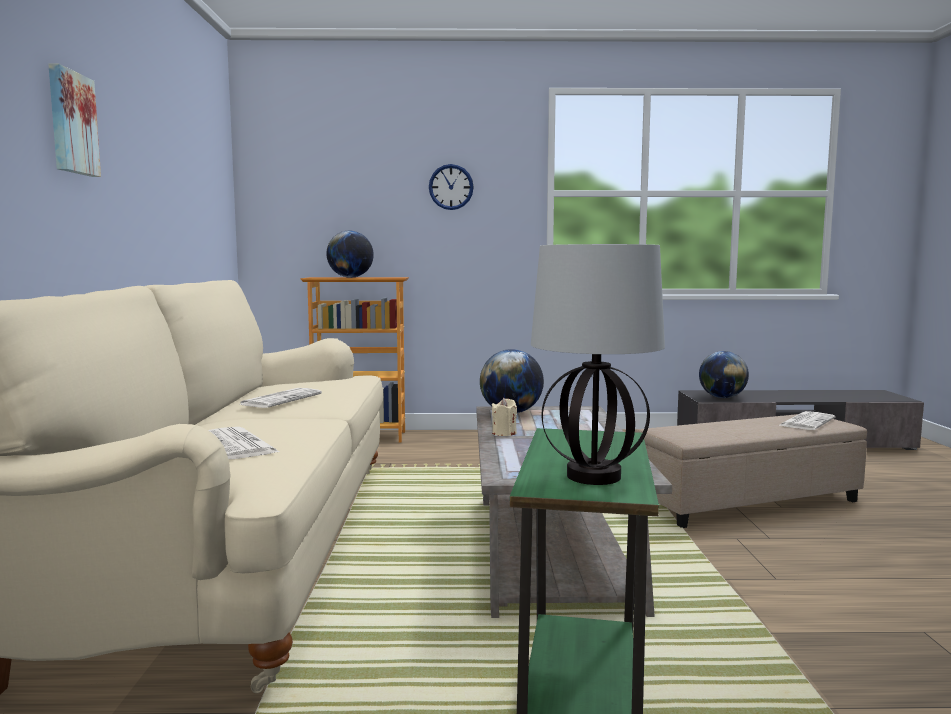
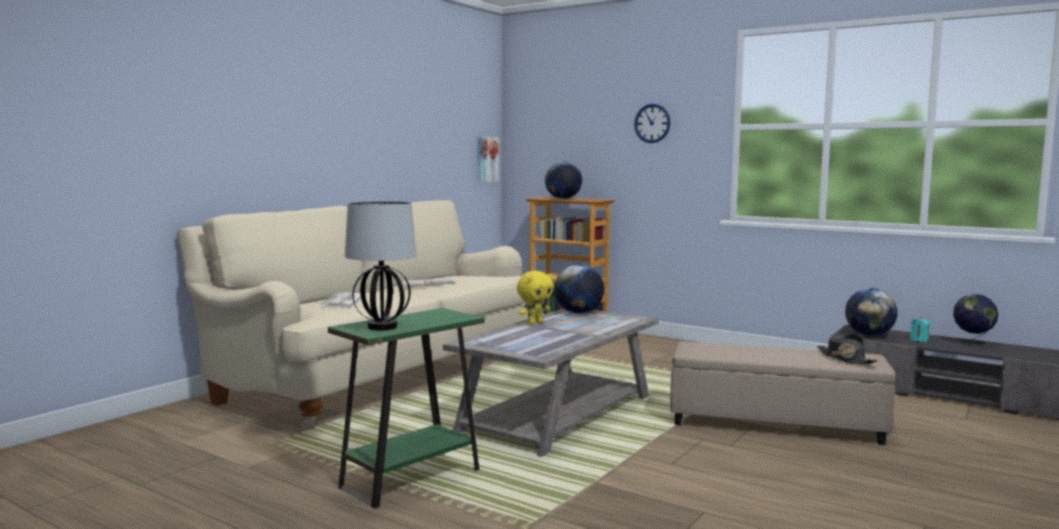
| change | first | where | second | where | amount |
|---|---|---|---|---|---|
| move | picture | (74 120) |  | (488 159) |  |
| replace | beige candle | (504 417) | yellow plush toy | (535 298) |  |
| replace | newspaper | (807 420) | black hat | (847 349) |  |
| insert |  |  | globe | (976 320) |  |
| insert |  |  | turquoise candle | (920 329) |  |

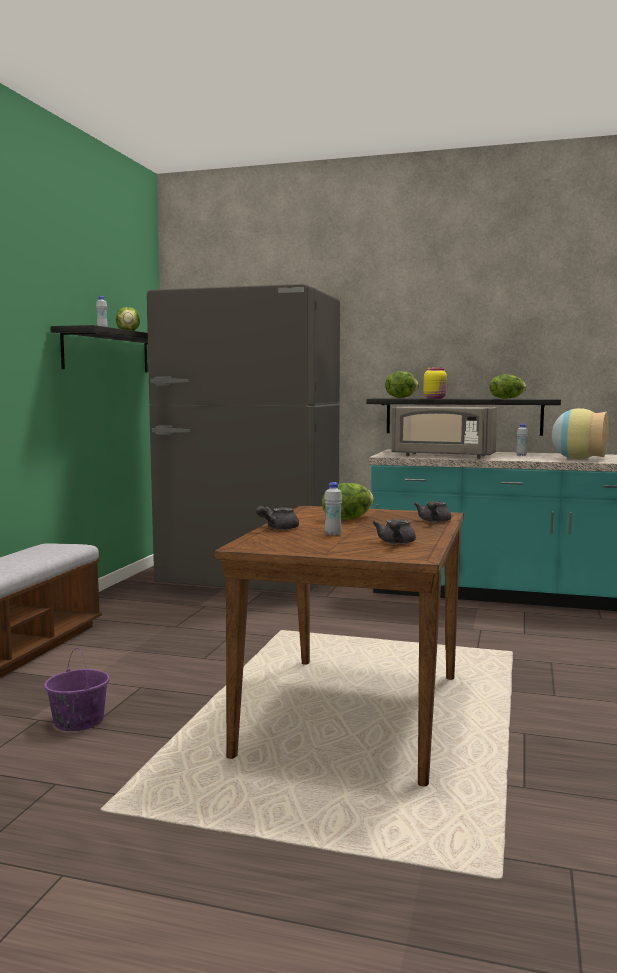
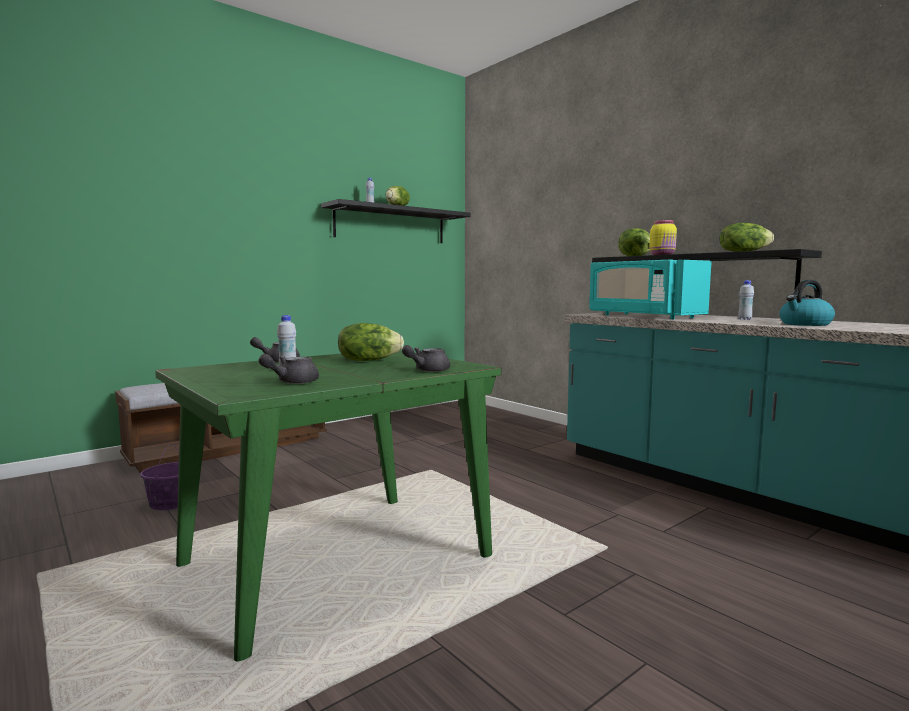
| change | first | where | second | where | amount |
|---|---|---|---|---|---|
| delete | grey fridge | (243 438) |  |  |  |
| recolor | grey microwave | (444 432) | turquoise microwave | (650 289) |  |
| replace | vase | (580 433) | kettle | (807 303) |  |
| recolor | brown dining table | (339 646) | green dining table | (328 506) |  |

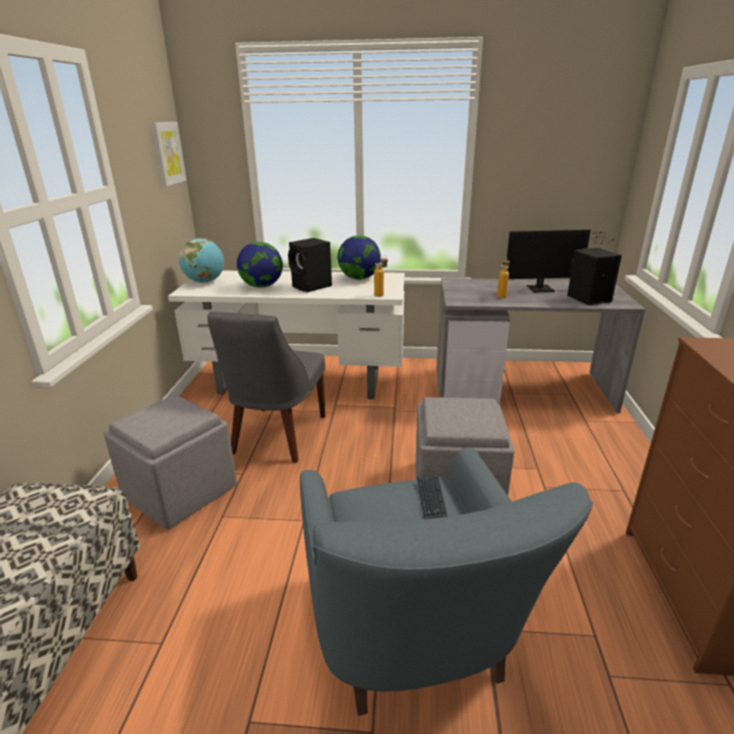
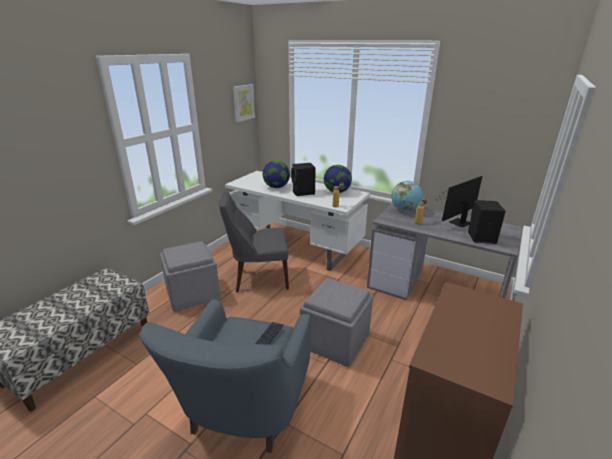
| change | first | where | second | where | amount |
|---|---|---|---|---|---|
| rotate | monitor | (558 261) |  | (459 202) | 120 degrees clockwise |
| move | globe | (201 260) |  | (407 196) |  |
| rotate | grey chair | (266 387) |  | (254 241) | 45 degrees clockwise |

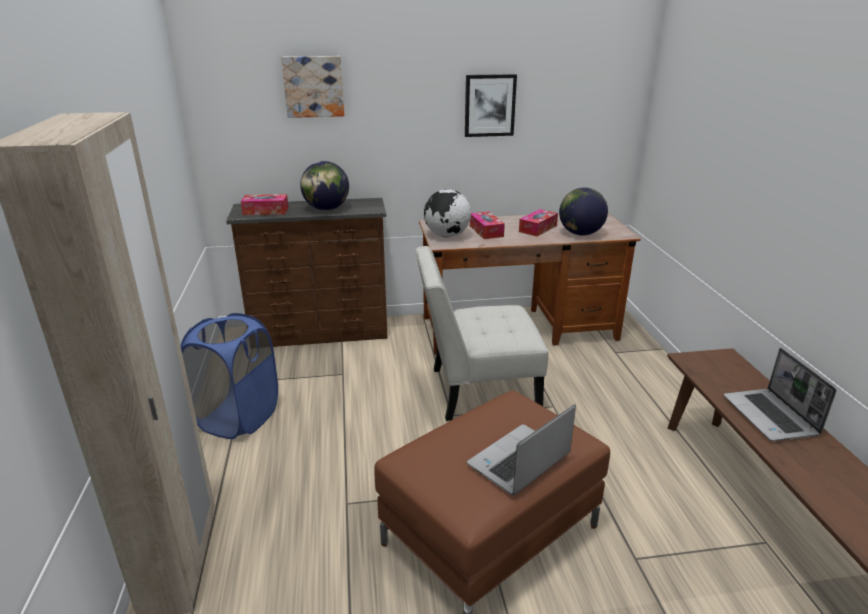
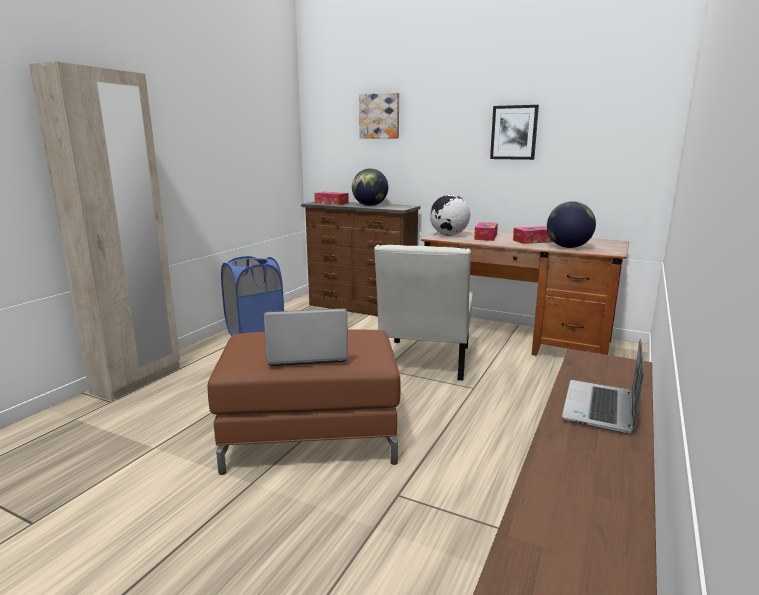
| change | first | where | second | where | amount |
|---|---|---|---|---|---|
| rotate | white chair | (482 333) |  | (423 312) | 105 degrees counterclockwise |

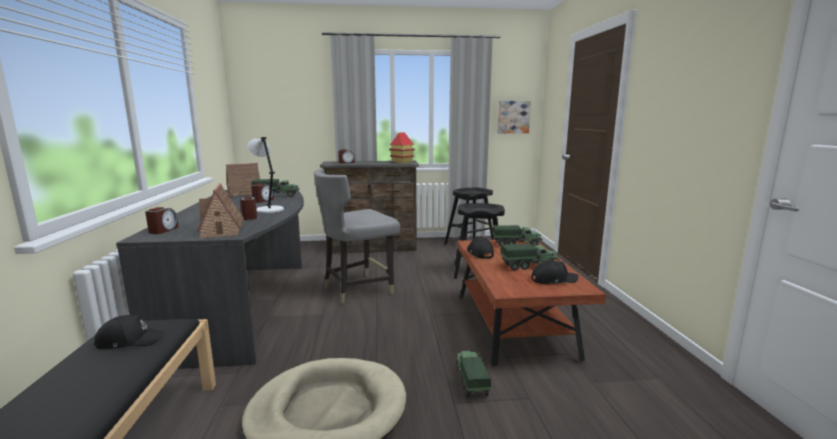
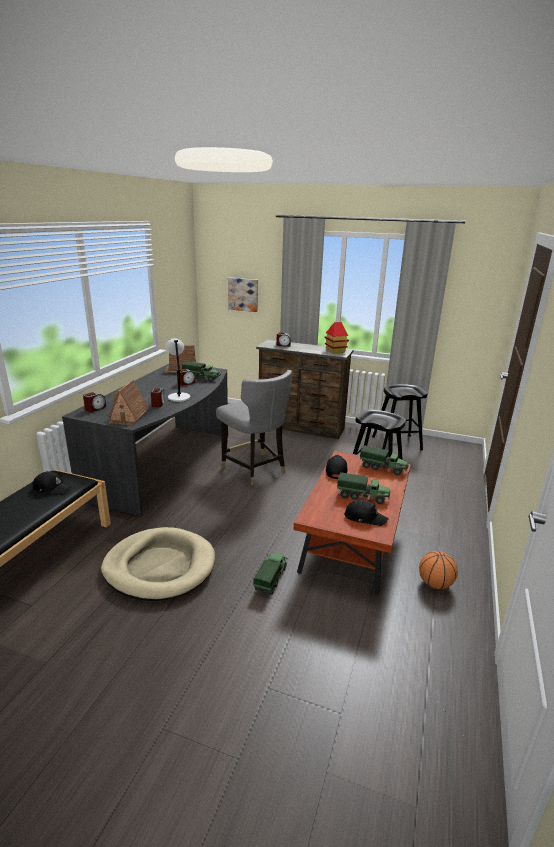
| change | first | where | second | where | amount |
|---|---|---|---|---|---|
| move | picture | (514 117) |  | (243 295) |  |
| rotate | grey chair | (357 236) |  | (254 427) | 120 degrees counterclockwise |
| insert |  |  | basketball | (438 570) |  |

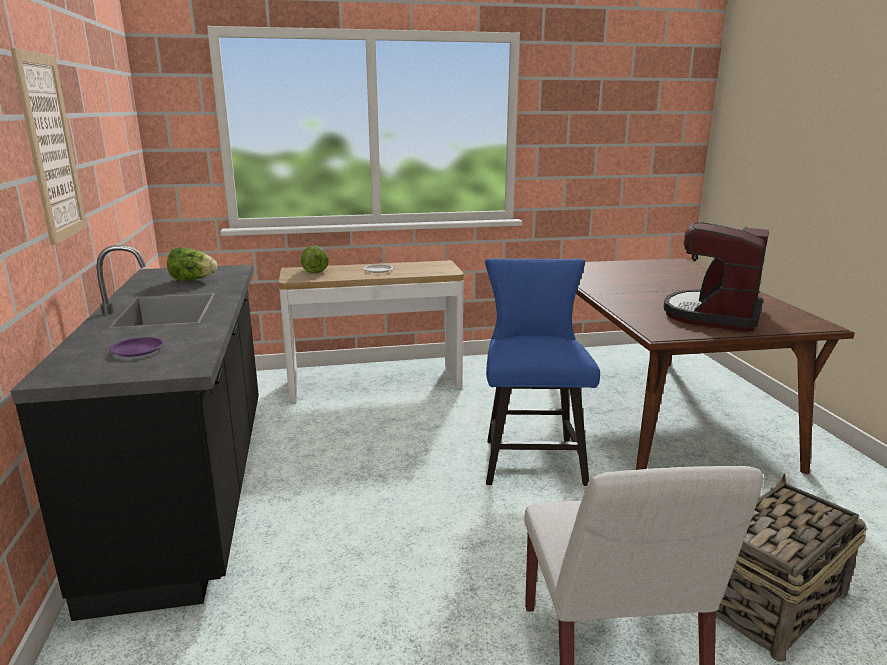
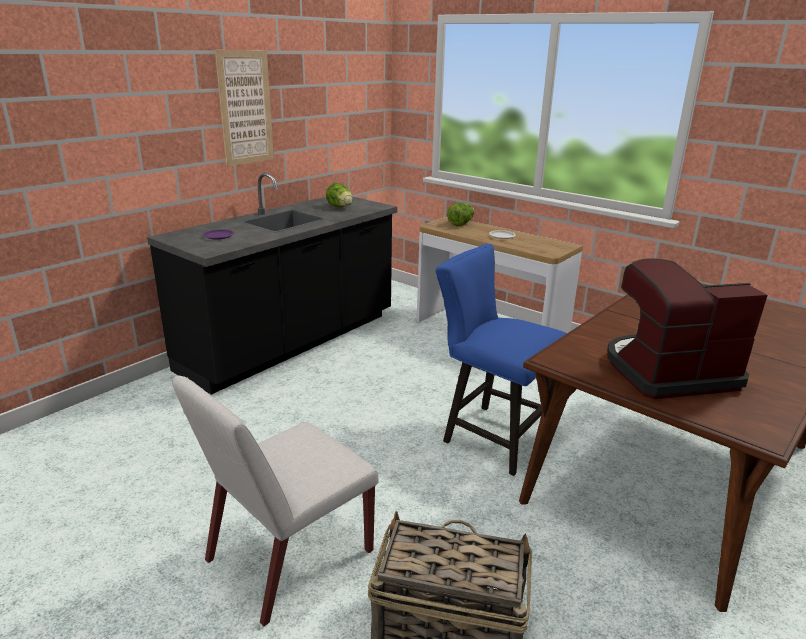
| change | first | where | second | where | amount |
|---|---|---|---|---|---|
| rotate | blue chair | (542 372) |  | (501 360) | 105 degrees counterclockwise |

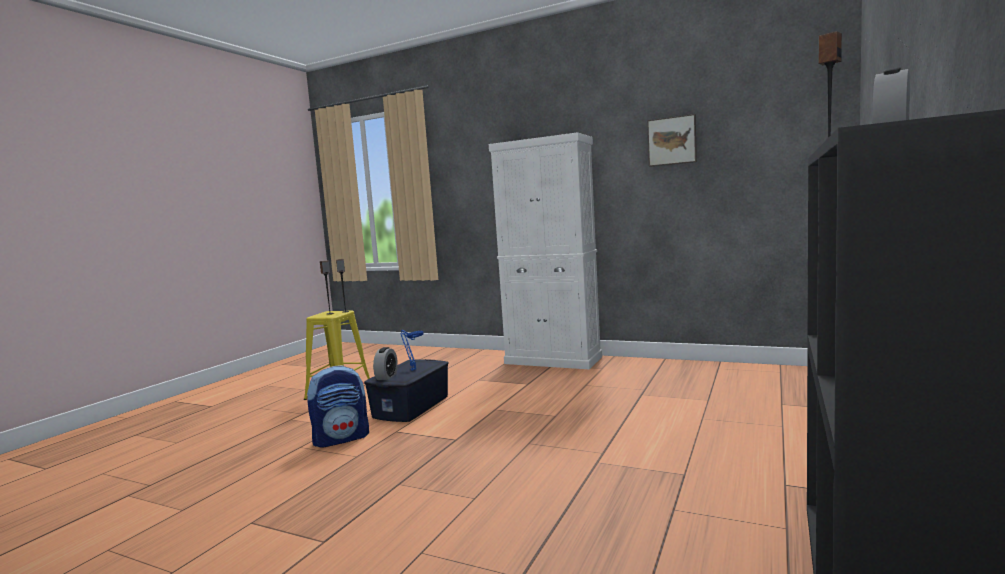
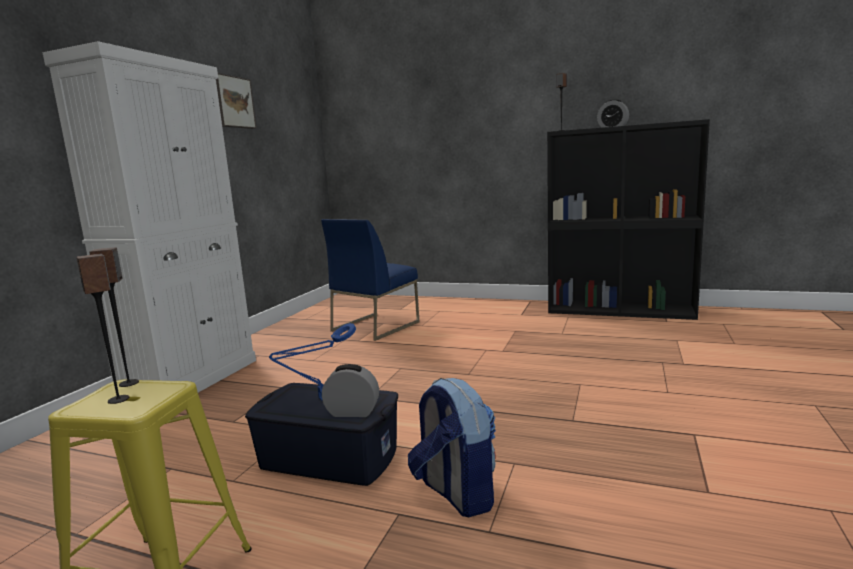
| change | first | where | second | where | amount |
|---|---|---|---|---|---|
| insert |  |  | blue chair | (370 280) |  |

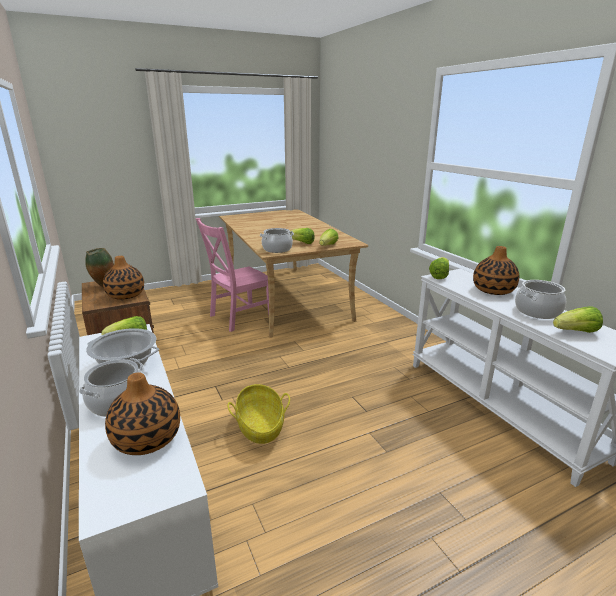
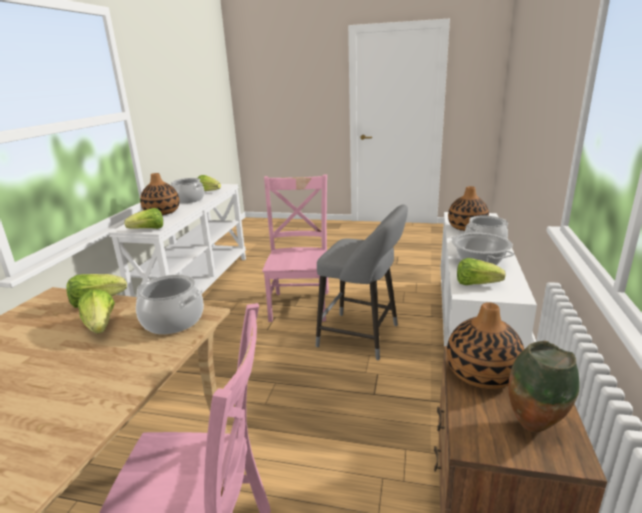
| change | first | where | second | where | amount |
|---|---|---|---|---|---|
| replace | basket | (259 414) | grey stool | (362 282) |  |
| insert |  |  | pink chair | (295 248) |  |

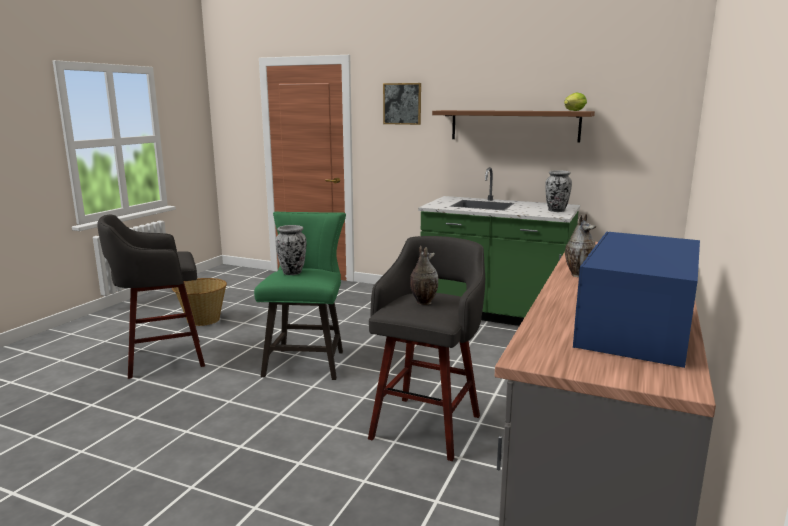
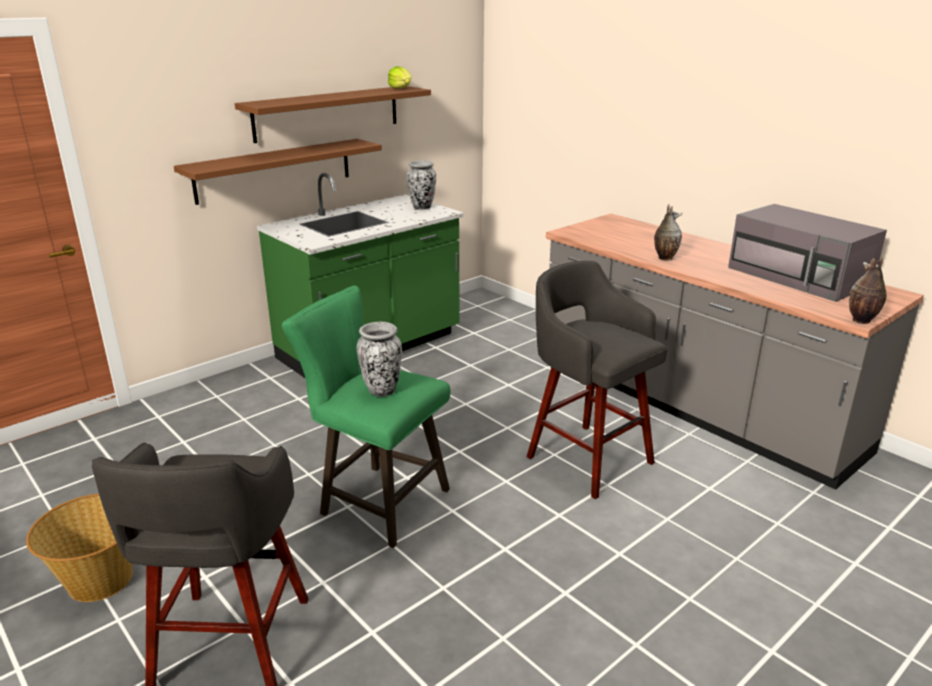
| change | first | where | second | where | amount |
|---|---|---|---|---|---|
| delete | picture | (402 104) |  |  |  |
| recolor | blue microwave | (636 300) | grey microwave | (807 253) |  |
| move | vase | (424 275) |  | (868 290) |  |
| insert |  |  | brown shelf | (278 172) |  |

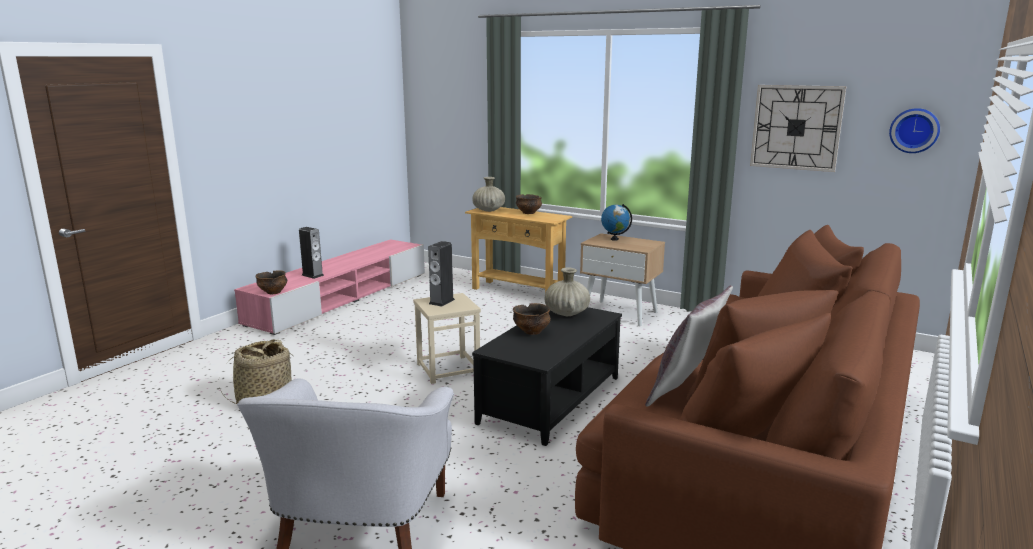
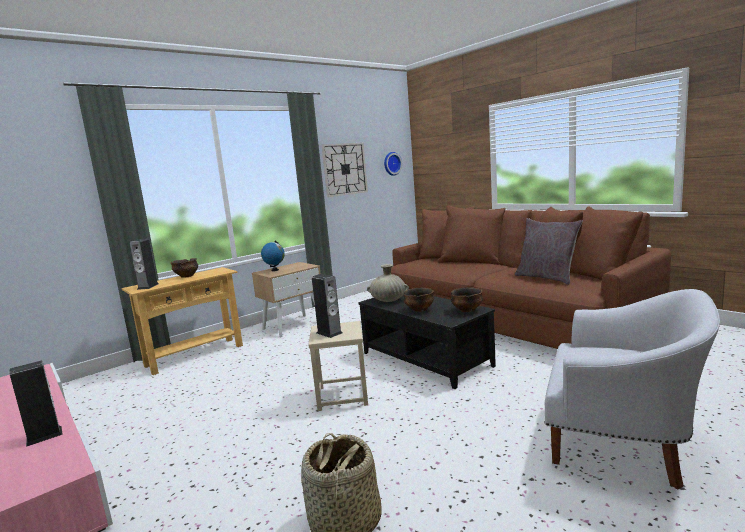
| change | first | where | second | where | amount |
|---|---|---|---|---|---|
| replace | beige vase | (488 194) | speaker | (144 264) |  |
| move | bowl | (271 282) |  | (467 299) |  |

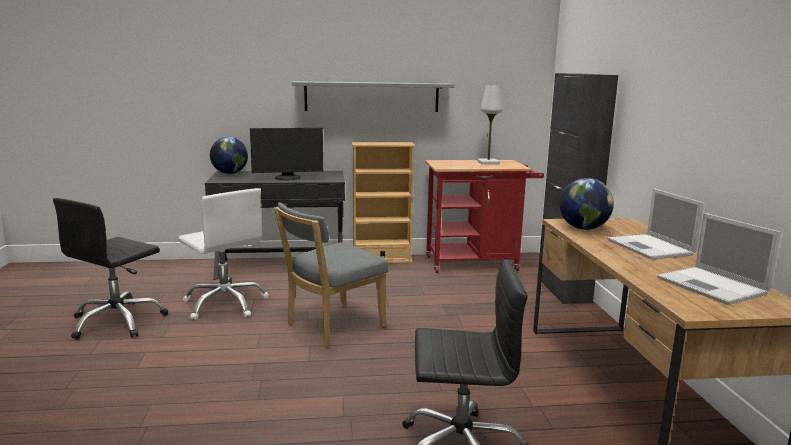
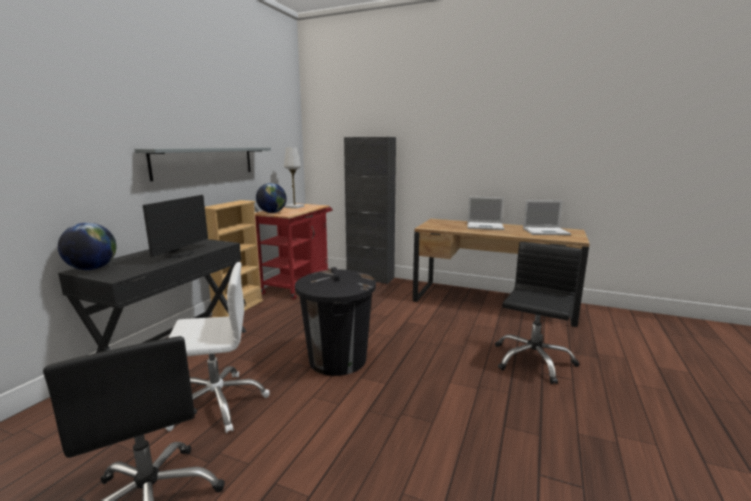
| change | first | where | second | where | amount |
|---|---|---|---|---|---|
| move | globe | (586 204) |  | (271 198) |  |
| replace | grey chair | (331 274) | black trash can | (335 321) |  |

